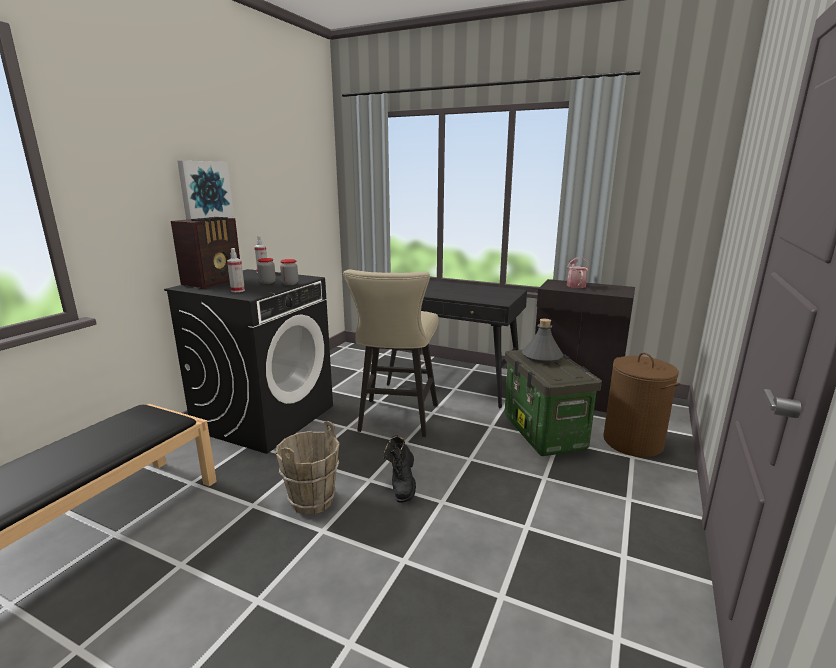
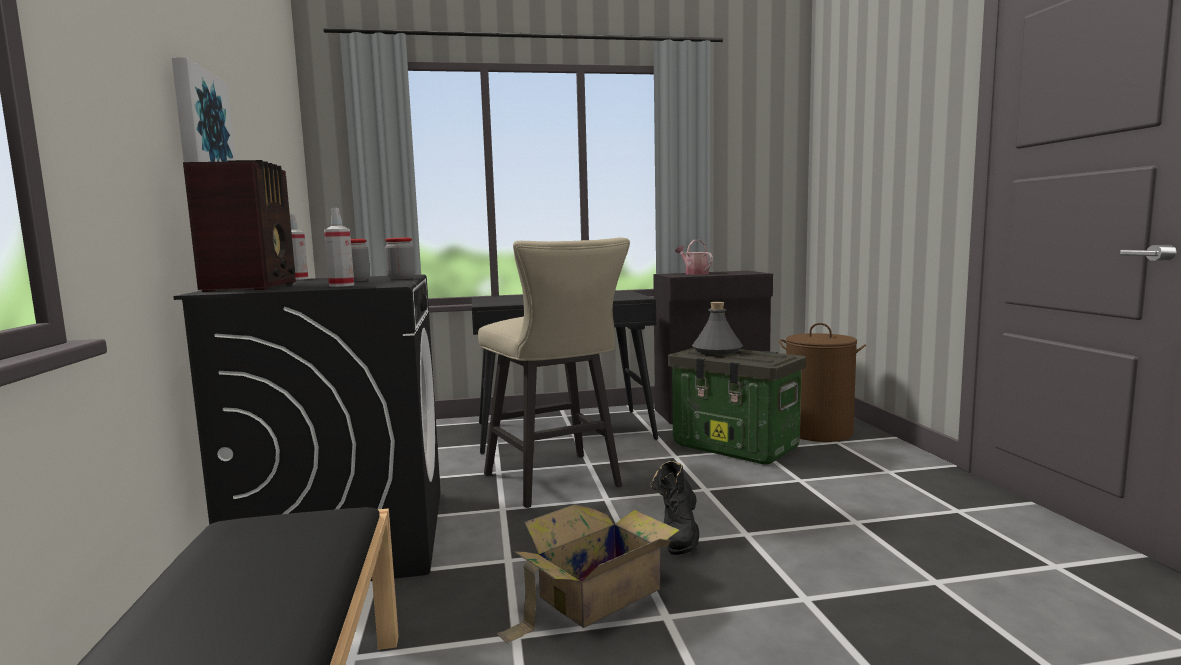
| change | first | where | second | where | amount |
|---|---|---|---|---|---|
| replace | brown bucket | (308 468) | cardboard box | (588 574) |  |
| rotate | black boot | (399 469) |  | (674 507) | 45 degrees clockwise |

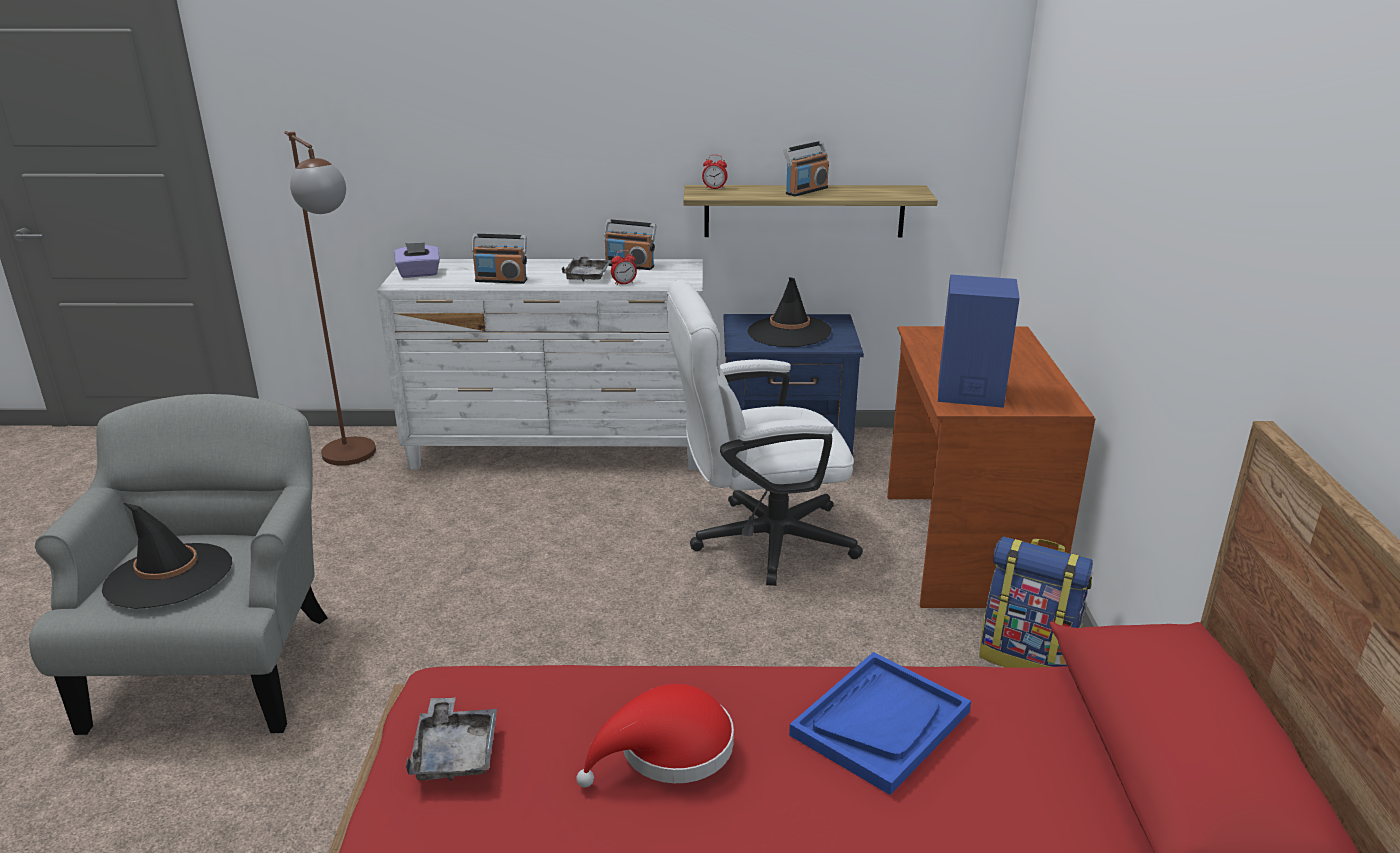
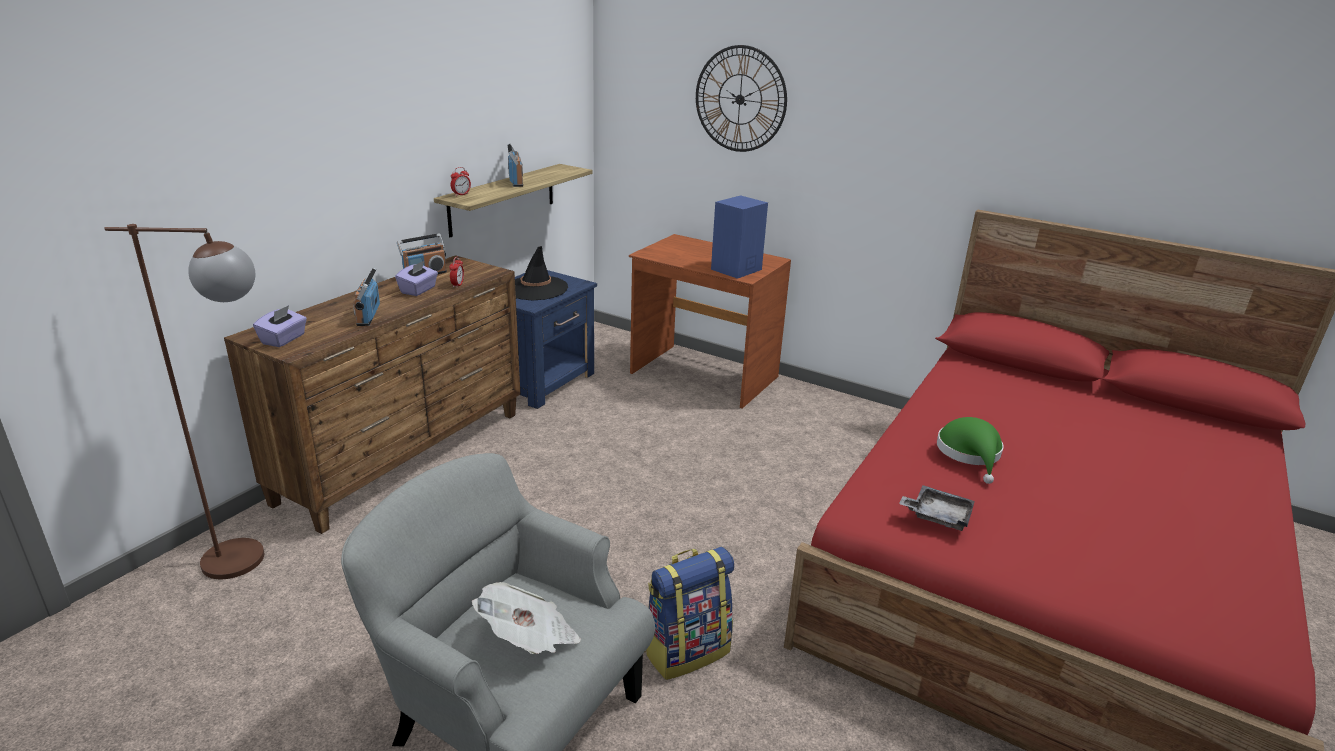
| change | first | where | second | where | amount |
|---|---|---|---|---|---|
| rotate | radio | (499 259) |  | (366 297) | 135 degrees clockwise |
| replace | grey tray | (586 268) | purple tissue box | (416 278) |  |
| recolor | white dresser | (540 364) | brown dresser | (372 394) |  |
| delete | white office chair | (765 433) |  |  |  |
| replace | black hat | (167 556) | newspaper | (526 618) |  |
| move | backpack | (1036 602) |  | (690 613) |  |
| delete | blue tray | (880 723) |  |  |  |
| recolor | red hat | (655 736) | green hat | (970 450) |  |
| insert |  |  | wall clock | (741 98) |  |

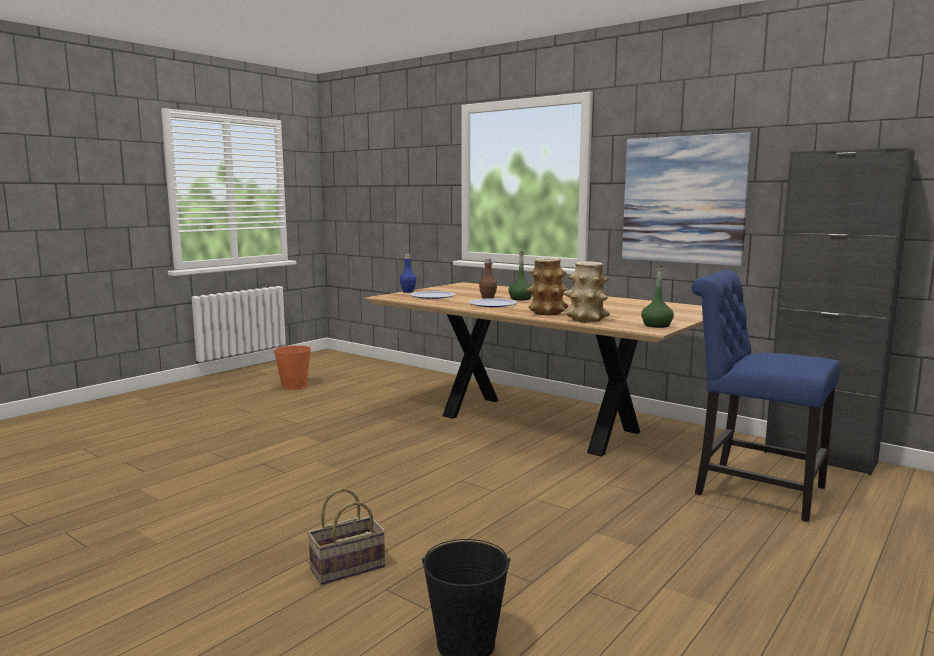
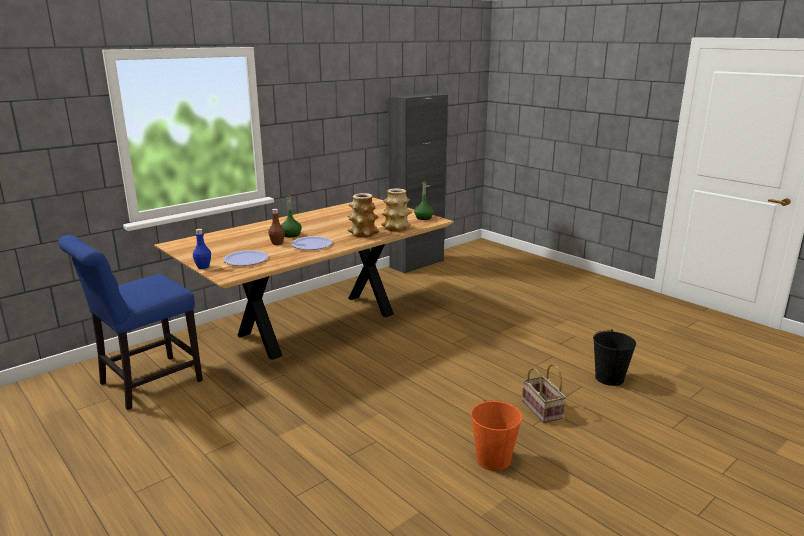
| change | first | where | second | where | amount |
|---|---|---|---|---|---|
| delete | picture | (687 199) |  |  |  |
| move | blue chair | (765 396) |  | (130 322) |  |
| move | orange bucket | (292 368) |  | (497 435) |  |

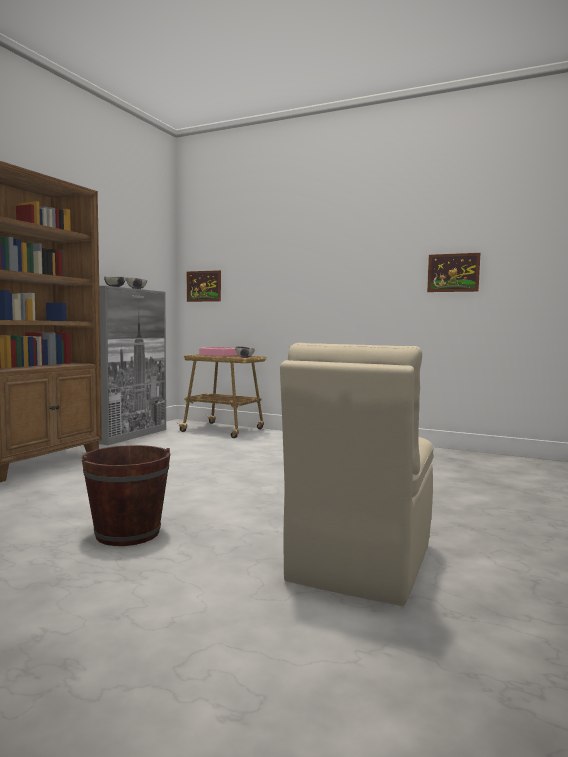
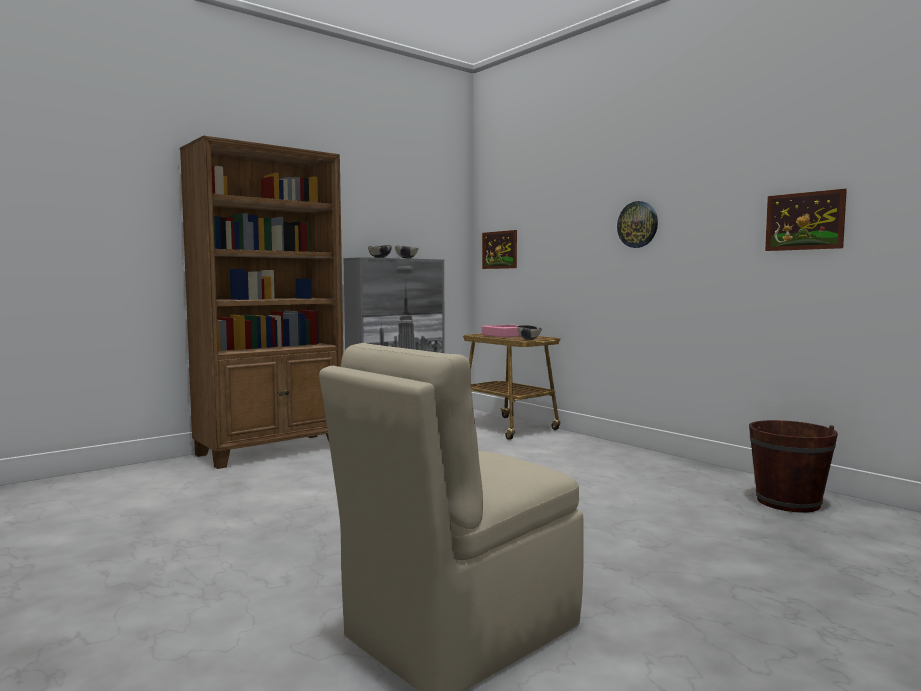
| change | first | where | second | where | amount |
|---|---|---|---|---|---|
| move | brown bucket | (126 495) |  | (793 466) |  |
| insert |  |  | wall clock | (637 224) |  |

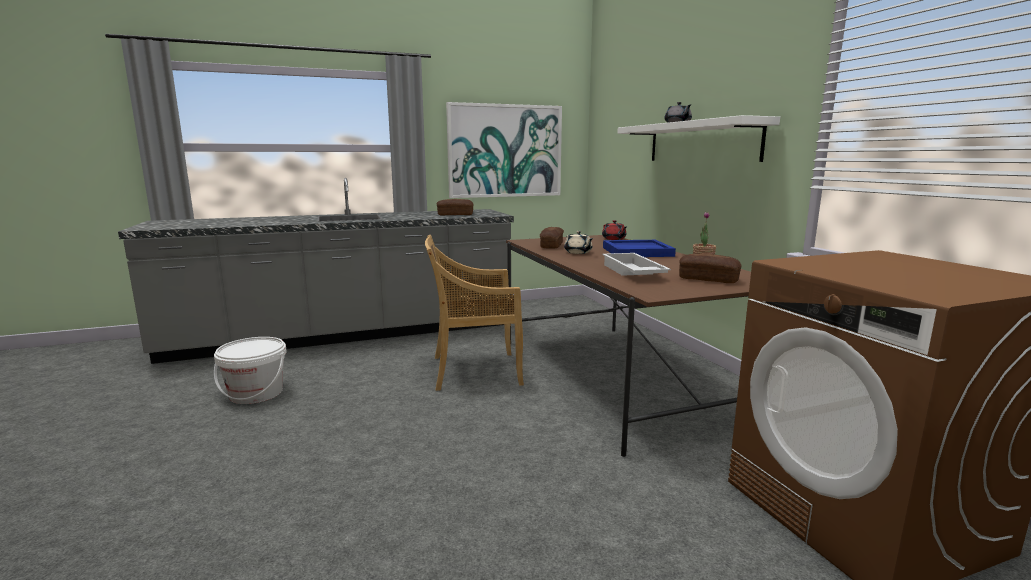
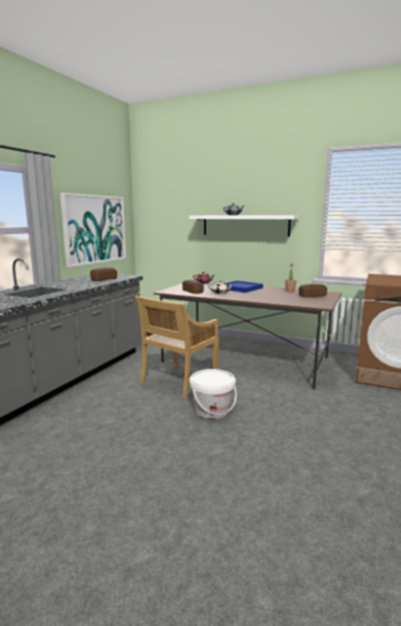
| change | first | where | second | where | amount |
|---|---|---|---|---|---|
| delete | white tray | (636 264) |  |  |  |
| move | white bucket | (250 370) |  | (213 394) |  |

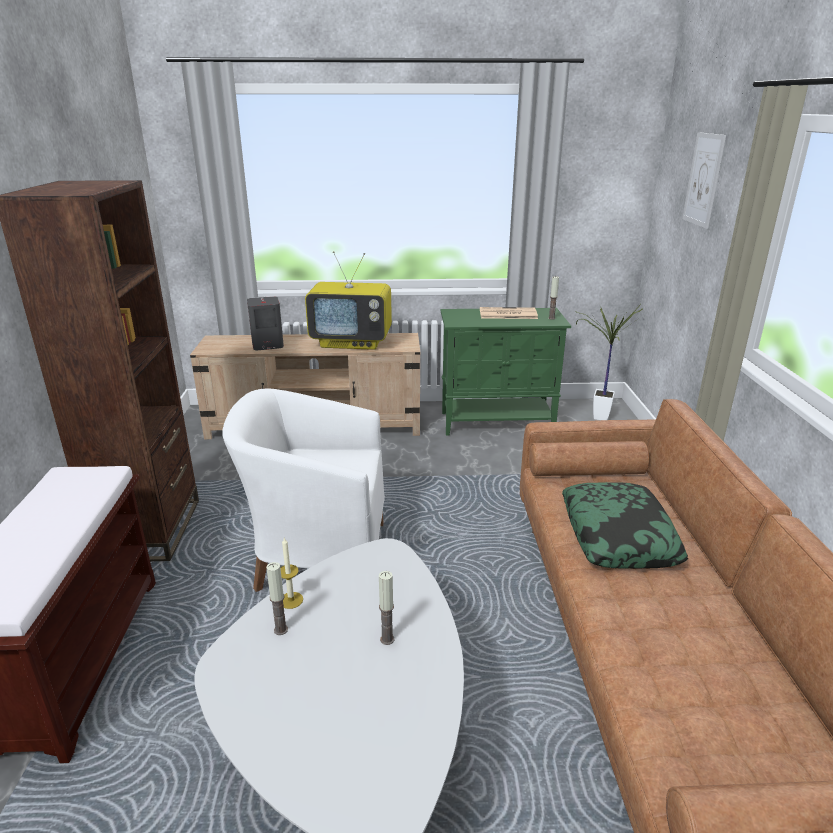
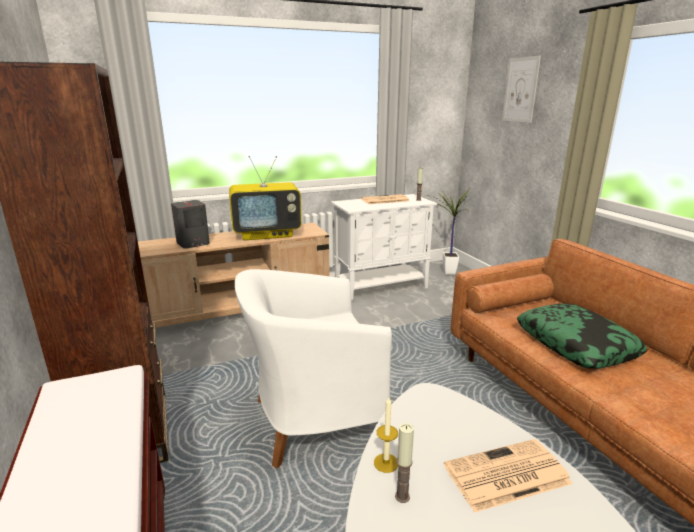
| change | first | where | second | where | amount |
|---|---|---|---|---|---|
| recolor | green cabinet | (506 372) | white cabinet | (384 248) |  |
| replace | candle | (386 608) | newspaper | (508 476) |  |

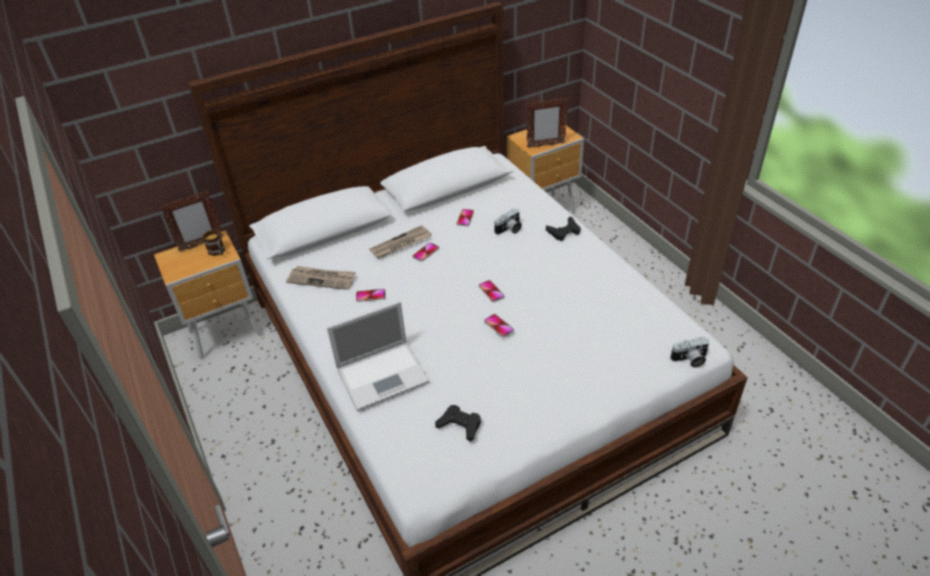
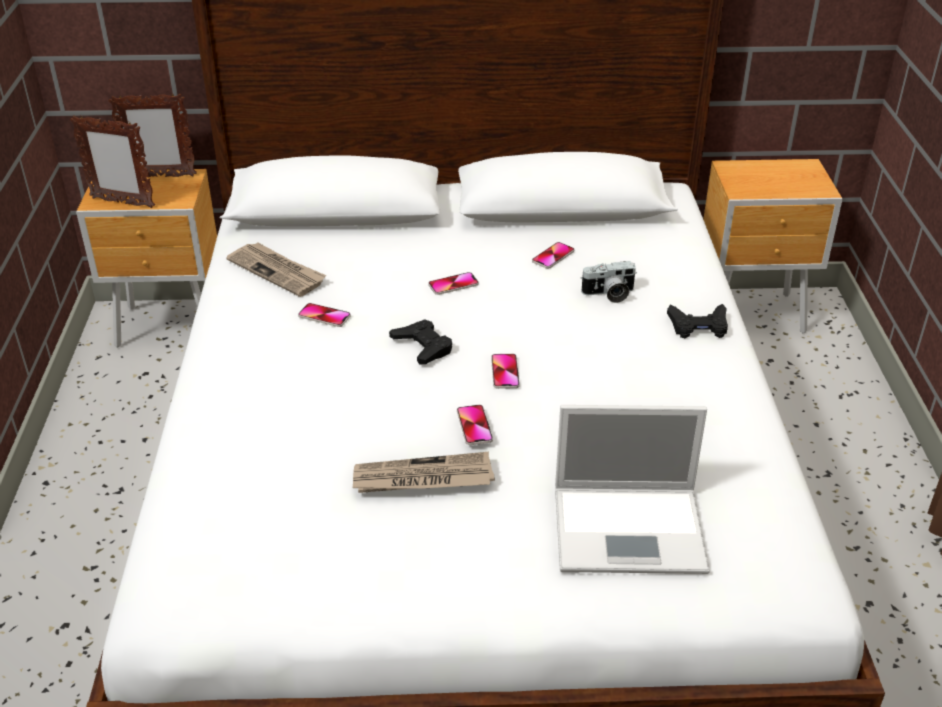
| change | first | where | second | where | amount |
|---|---|---|---|---|---|
| move | picture frame | (547 123) |  | (112 162) |  |
| move | newspaper | (400 242) |  | (424 472) |  |
| delete | mug | (214 243) |  |  |  |
| move | laptop | (378 356) |  | (632 489) |  |
| delete | photo camera | (689 352) |  |  |  |
| move | black game controller | (458 423) |  | (420 341) |  |

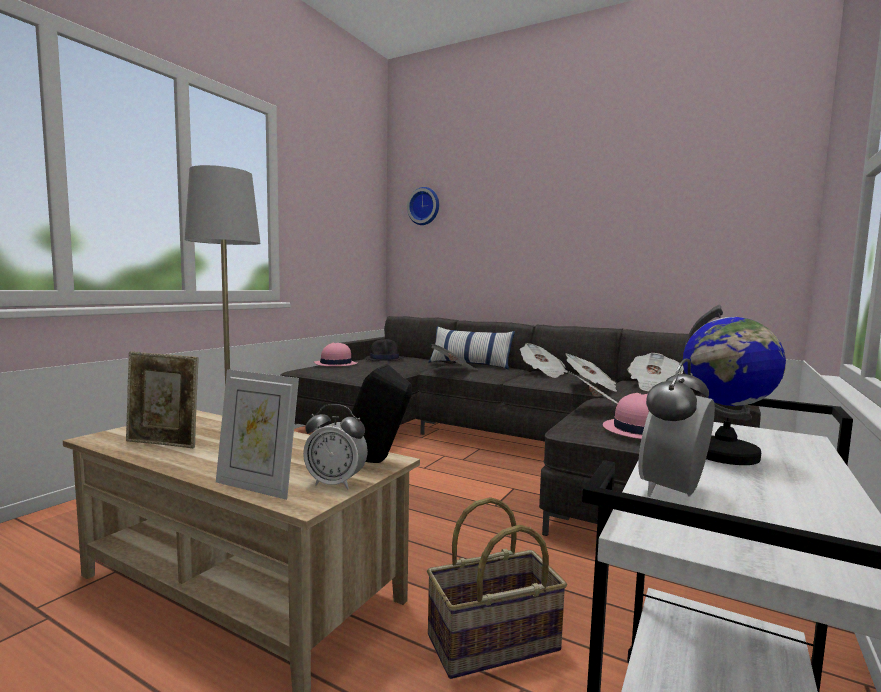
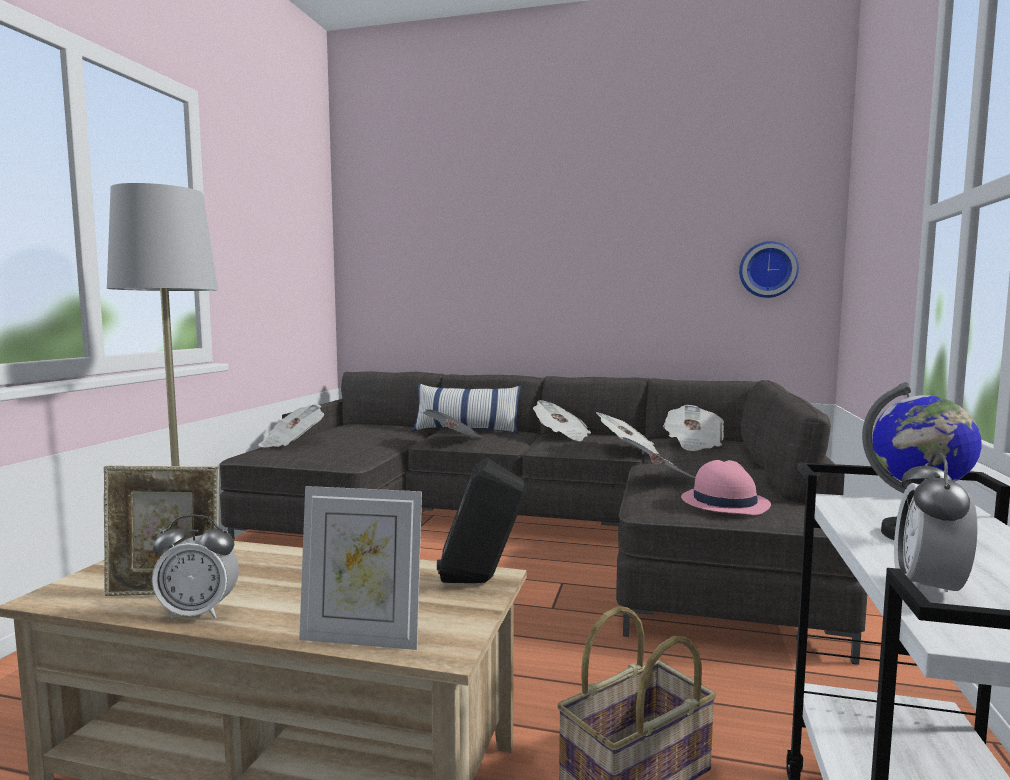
| change | first | where | second | where | amount |
|---|---|---|---|---|---|
| move | wall clock | (423 206) |  | (769 269) |  |
| delete | black hat | (385 350) |  |  |  |
| replace | pink hat | (336 354) | newspaper | (291 425) |  |
| move | alarm clock | (335 447) |  | (195 566) |  |

